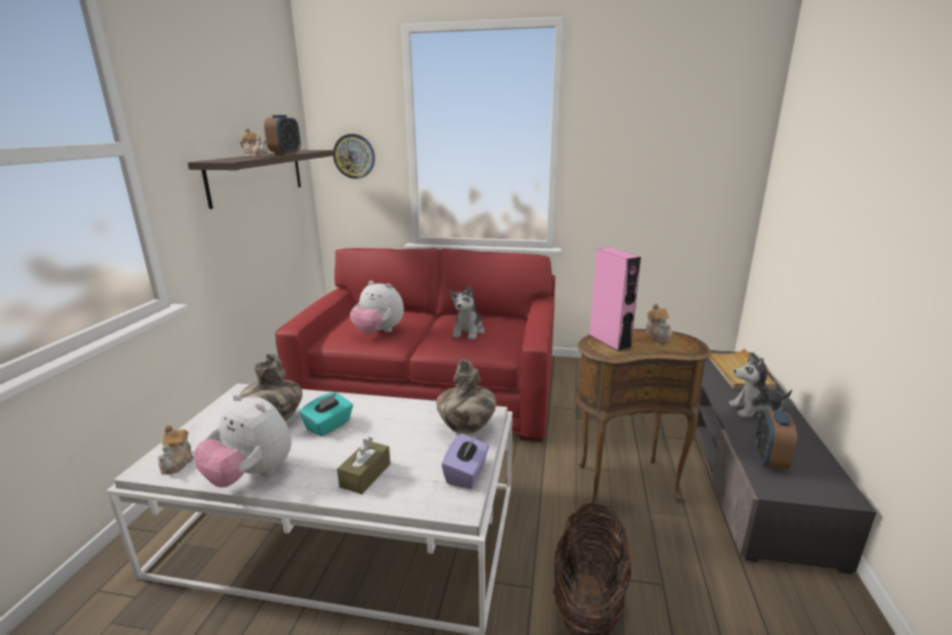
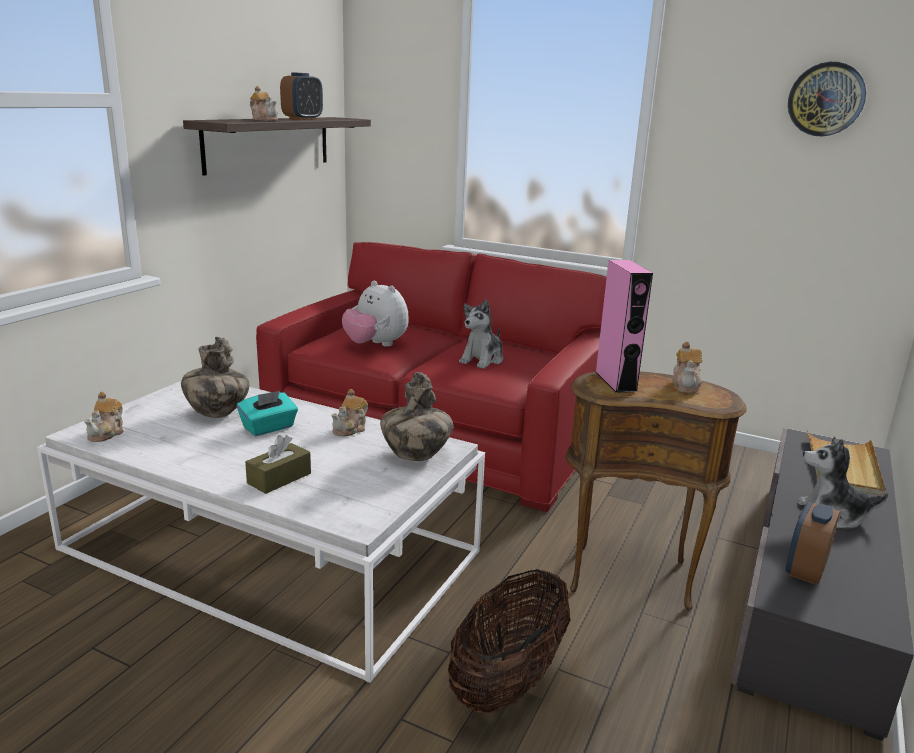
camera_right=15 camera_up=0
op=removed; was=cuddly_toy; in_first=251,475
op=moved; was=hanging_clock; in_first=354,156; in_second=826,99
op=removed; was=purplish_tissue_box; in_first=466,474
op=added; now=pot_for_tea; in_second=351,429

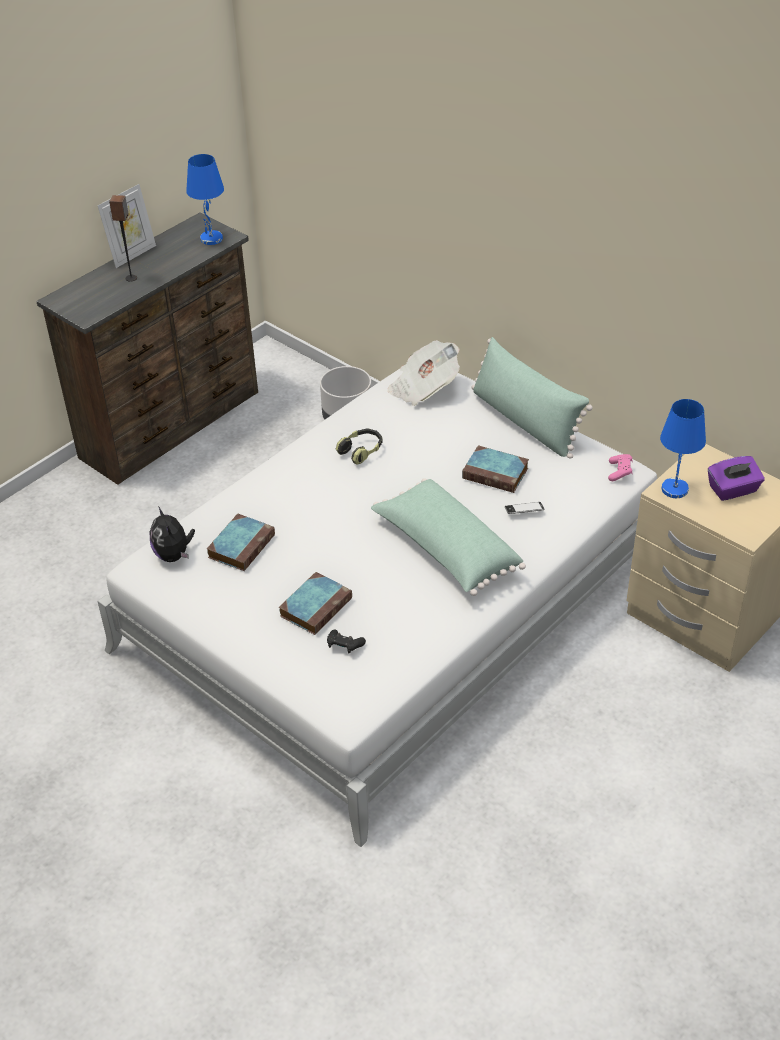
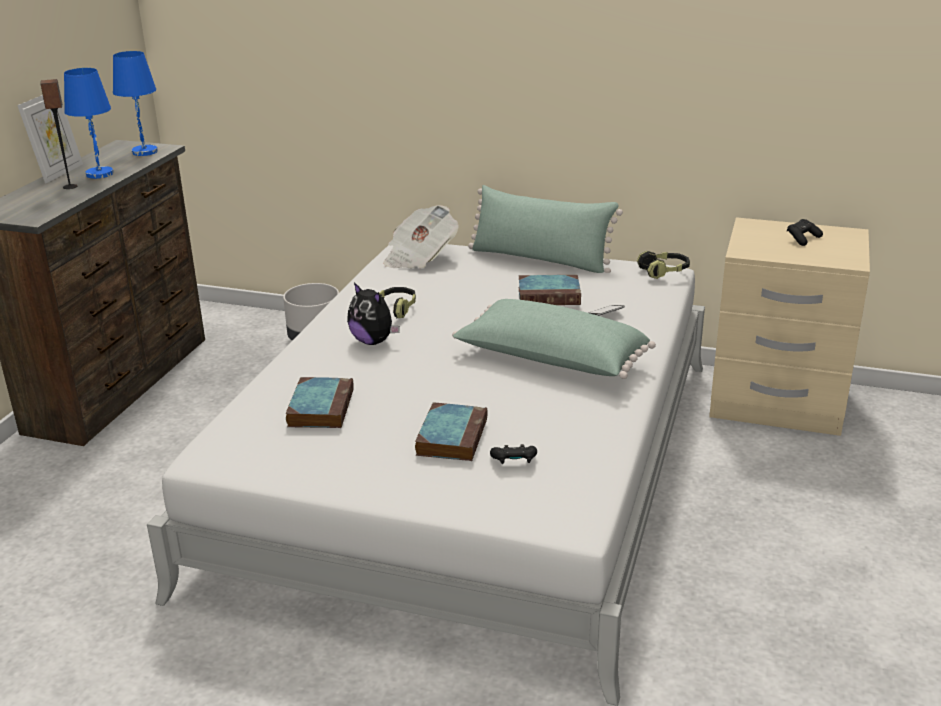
camera_right=-25 camera_up=-15
op=moved; was=cuddly_toy; in_first=174,555; in_second=373,341
op=replaced; was=pinkish_joypad; now=headphones; in_first=620,472; in_second=664,272
op=moved; was=blue-coloured_tabletop_lamp; in_first=674,488; in_second=99,174
op=replaced; was=purplish_tissue_box; now=black-coloured_joypad; in_first=733,490; in_second=802,239

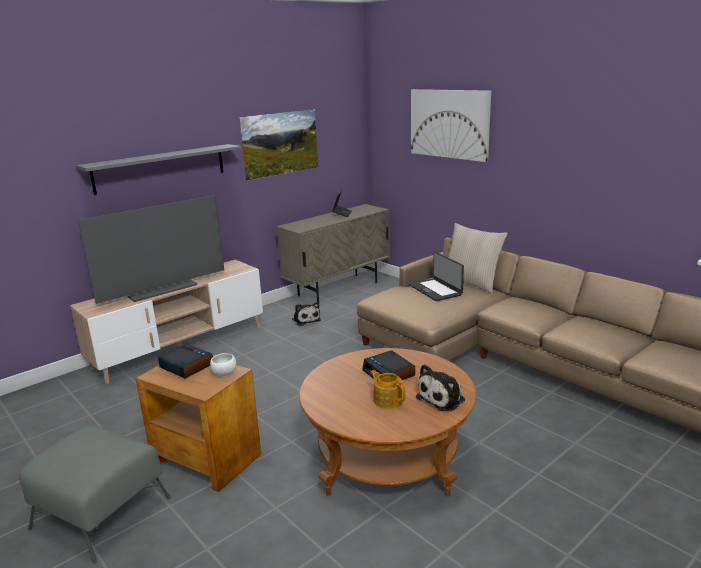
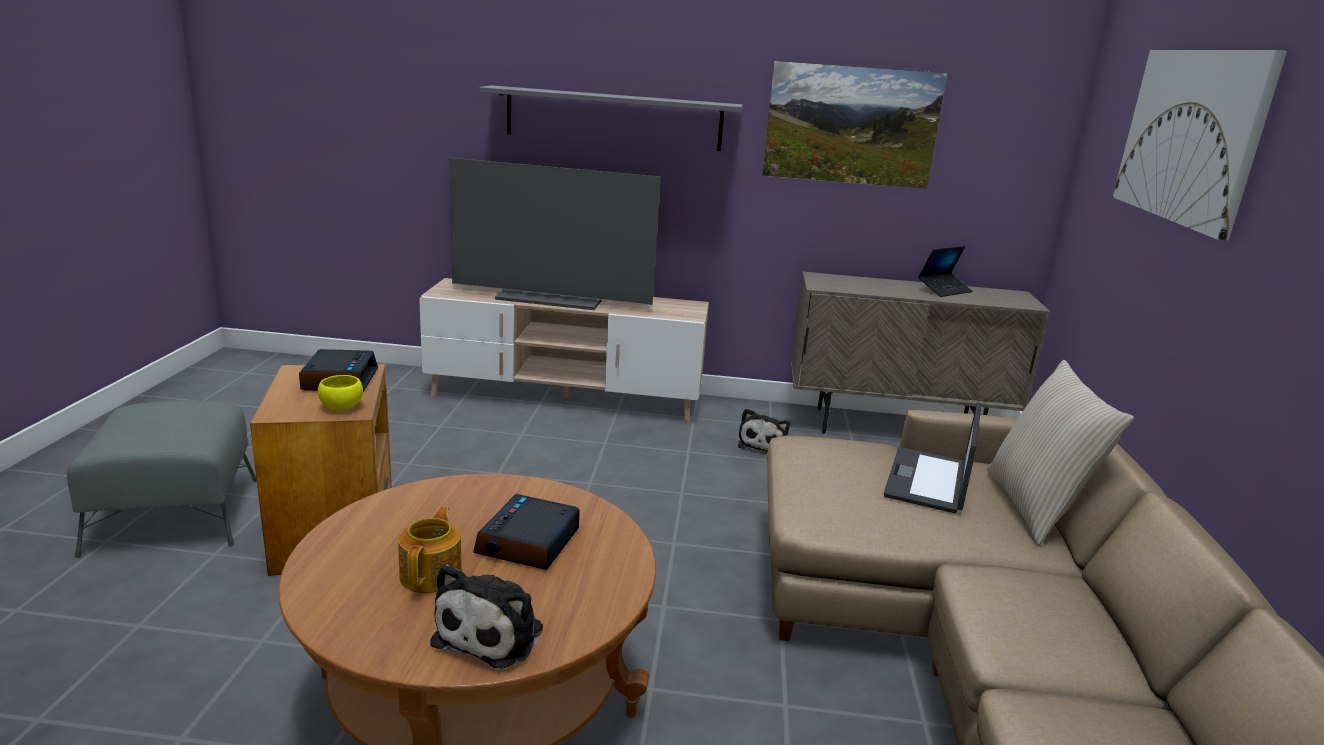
camera_right=45 camera_up=0
op=recoloured; was=whitish_deep_dish; now=yellow-coloured_deep_dish; in_first=223,373; in_second=342,406
op=turned; was=cuddly_toy; in_first=443,398; in_second=493,633; clockwise=-75

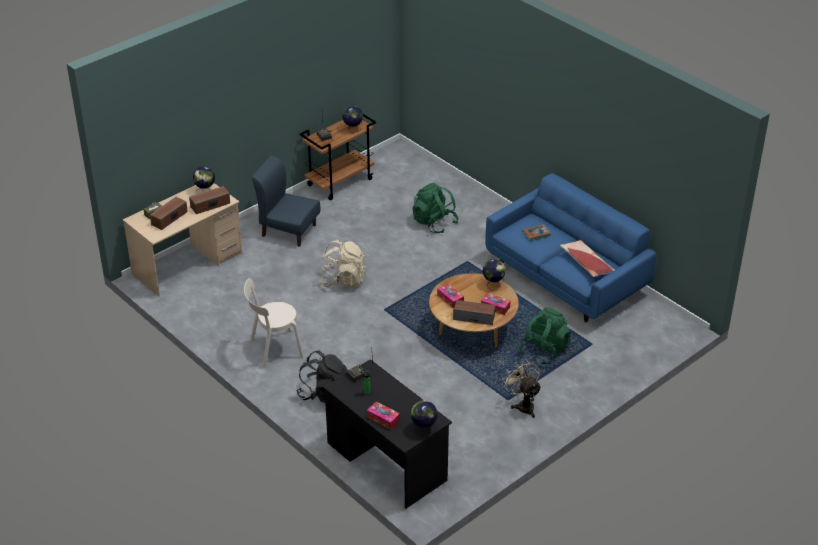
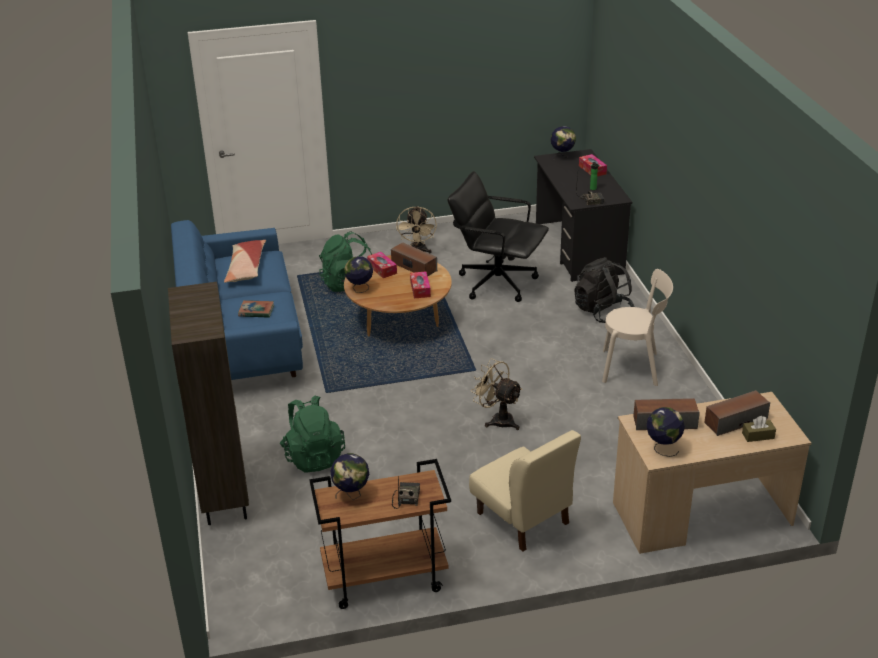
camera_right=-150 camera_up=-5
op=recoloured; was=blue-coloured_plain_chair; now=beige_plain_chair; in_first=288,230; in_second=523,518
op=replaced; was=beige_knapsack; now=beige_cooling_fan; in_first=343,280; in_second=497,419
op=added; now=brown-coloured_shelving_unit; in_second=223,495
op=added; now=black-coloured_office_chair; in_second=496,282

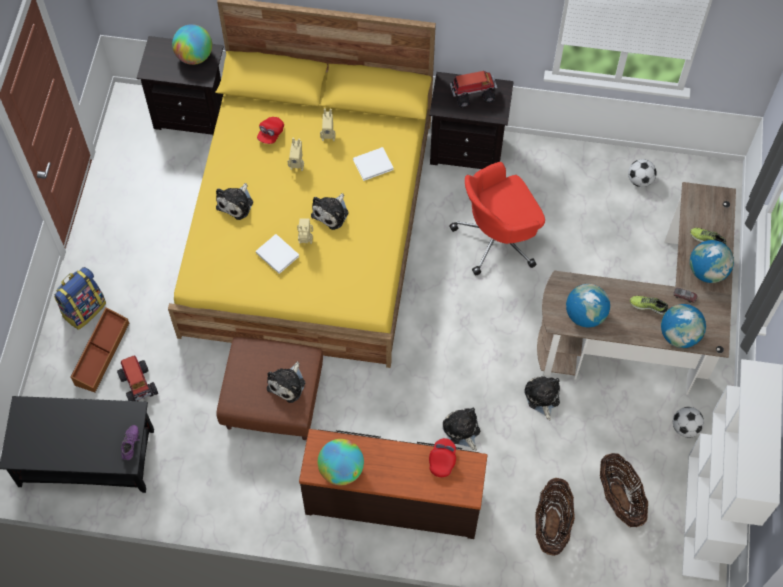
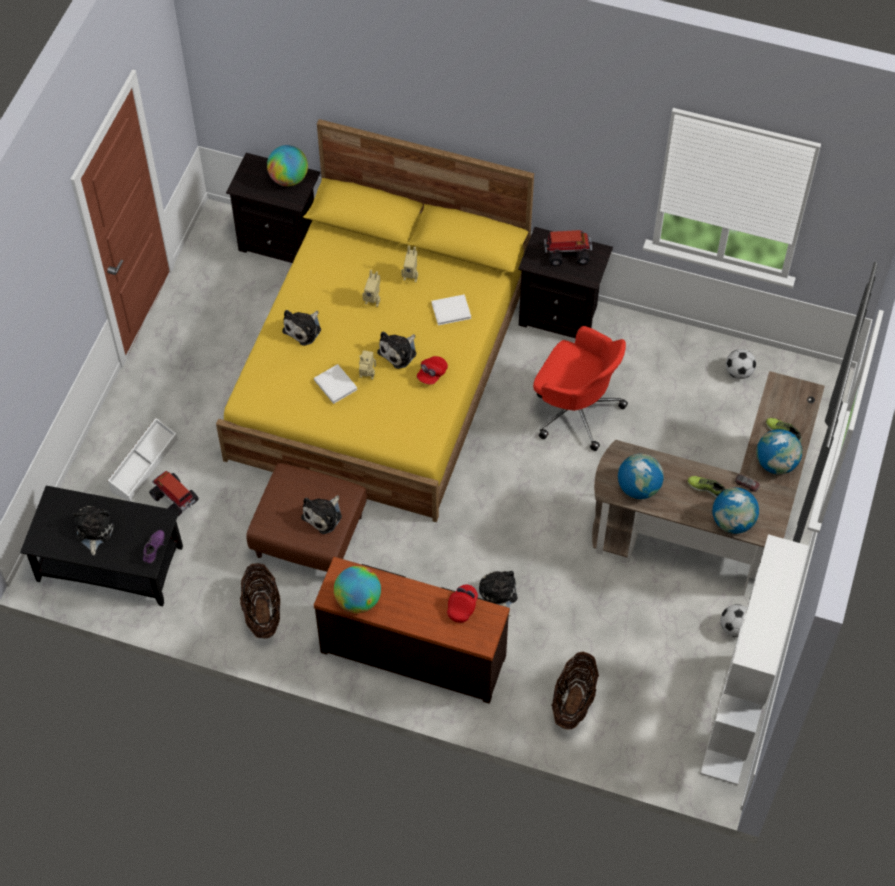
camera_right=10 camera_up=-5
op=removed; was=knapsack; in_first=84,309
op=recoloured; was=brown-coloured_storage_box; now=whitish_storage_box; in_first=101,353; in_second=143,464
op=turned; was=model_truck; in_first=138,383; in_second=175,499; clockwise=150
op=moved; was=red-coloured_peaked_cap; in_first=271,134; in_second=432,374
op=turned; was=red-coloured_office_chair; in_first=498,238; in_second=575,409; clockwise=-135
op=moved; was=cuddly_toy; in_first=542,397; in_second=94,531
op=moved; was=storage_basket; in_first=619,498; in_second=262,612

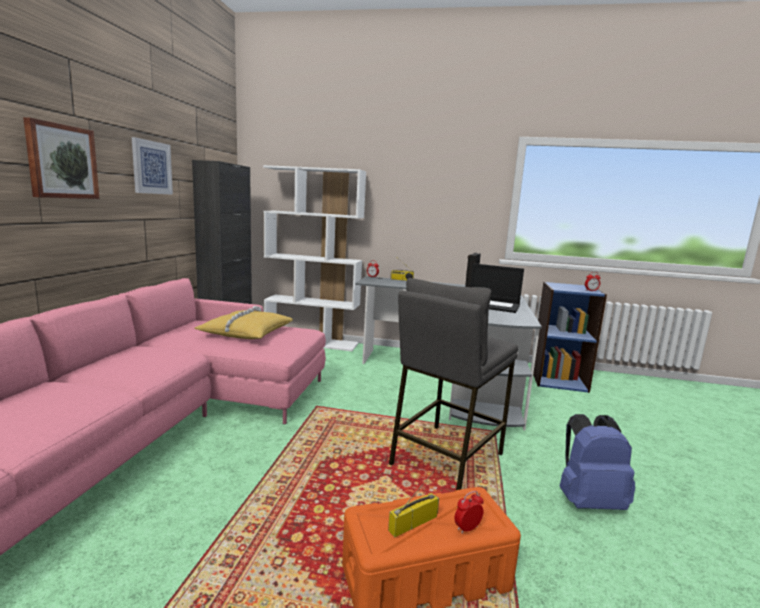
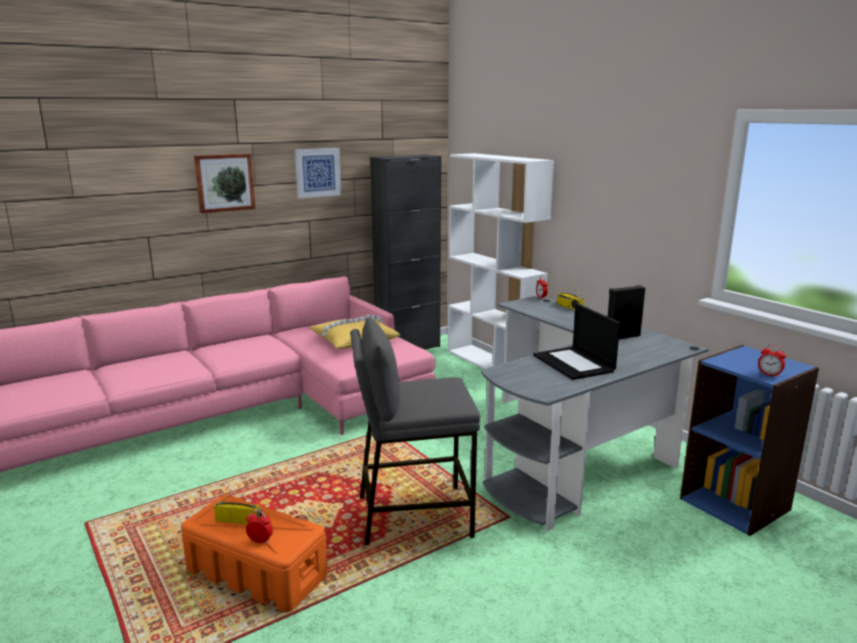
camera_right=45 camera_up=5
op=removed; was=blue-coloured_knapsack; in_first=588,501

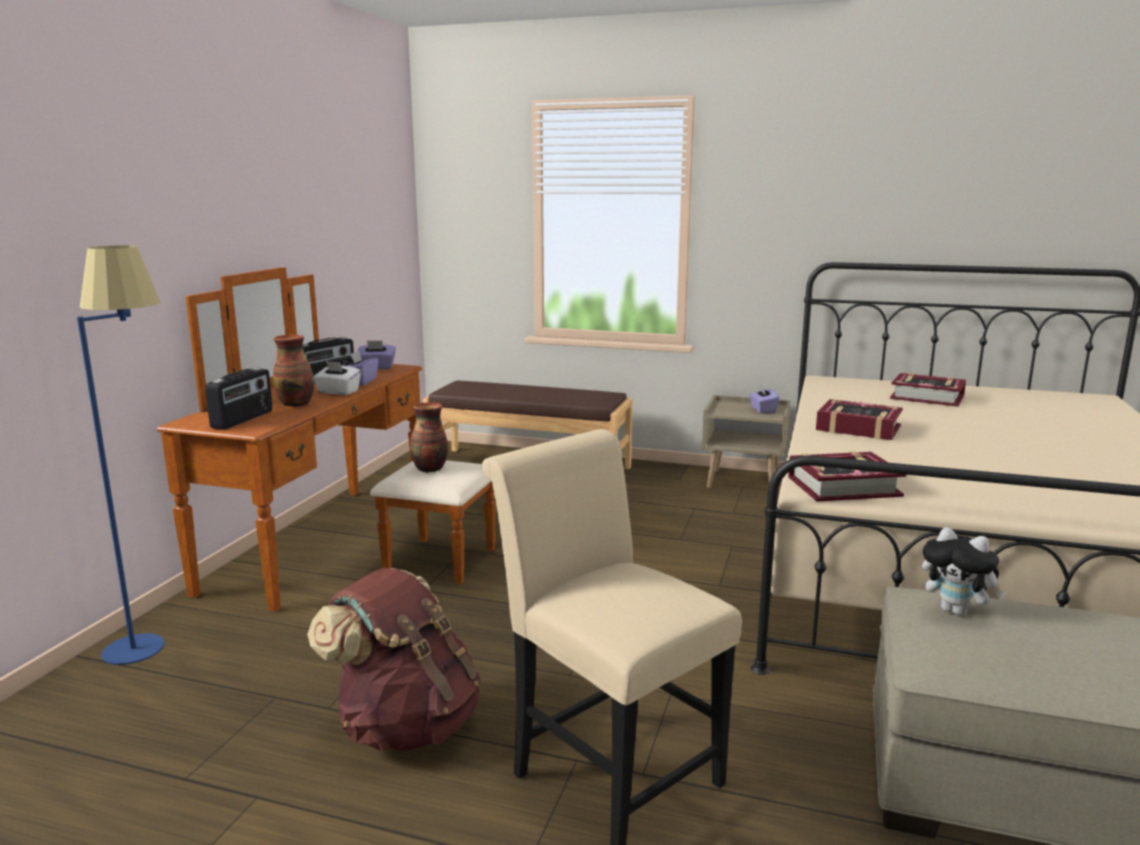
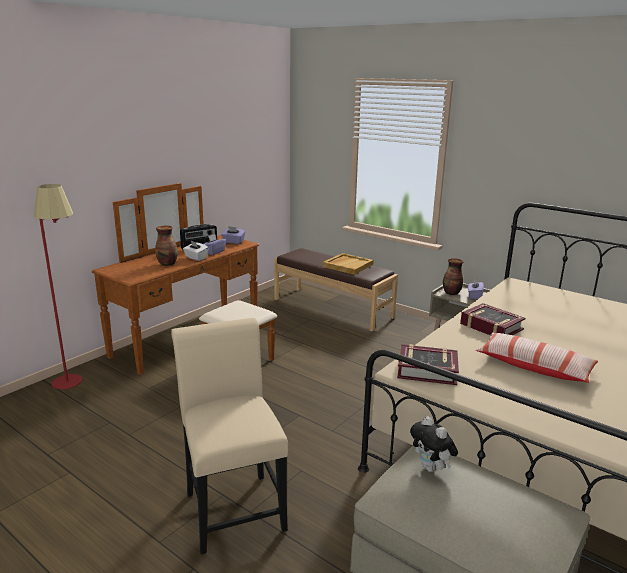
camera_right=20 camera_up=5
op=recoloured; was=blue-coloured_standard_lamp; now=red-coloured_standard_lamp; in_first=156,652; in_second=75,385
op=removed; was=radio_set; in_first=243,419
op=removed; was=brown-coloured_knapsack; in_first=405,725
op=moved; was=decorative_vase; in_first=429,469; in_second=451,293
op=removed; was=bound_book; in_first=927,397
op=added; now=beige_tray; in_second=347,265
op=added; now=throw_pillow; in_second=534,366

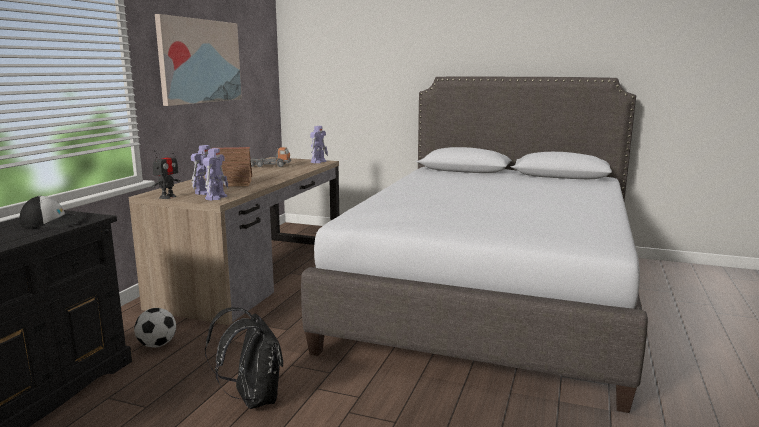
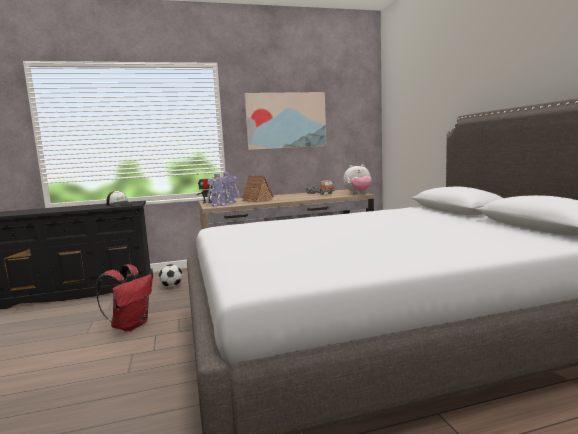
camera_right=55 camera_up=-5
op=recoloured; was=black-coloured_knapsack; now=red-coloured_knapsack; in_first=252,399; in_second=130,325
op=replaced; was=model_robot; now=cuddly_toy; in_first=318,161; in_second=358,194

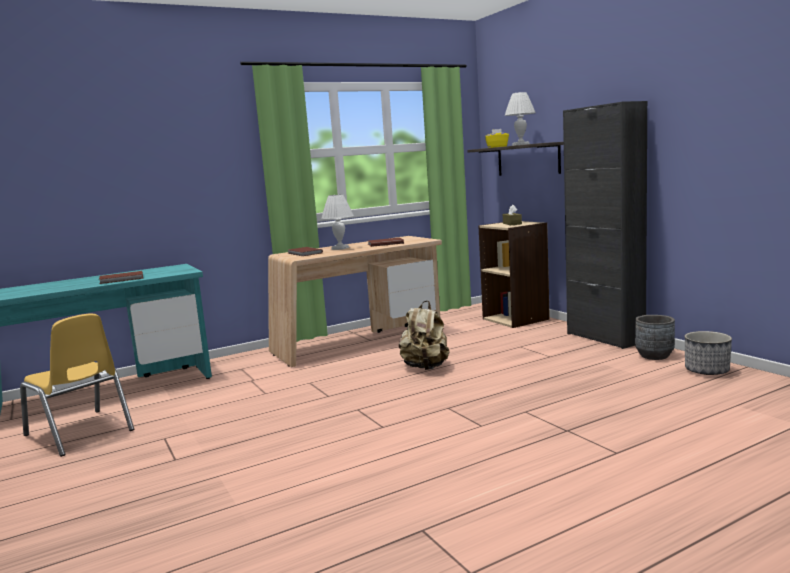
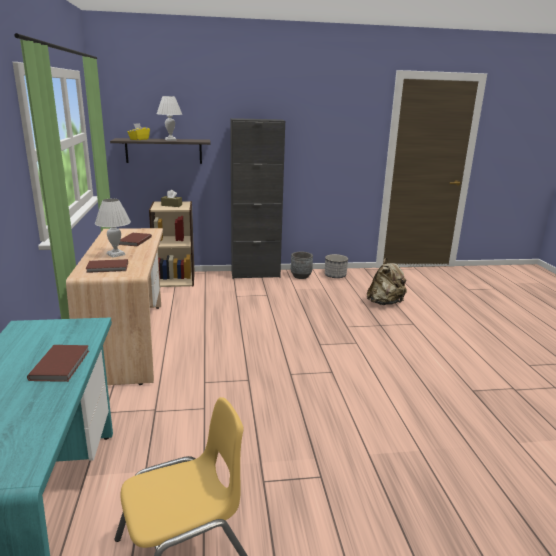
camera_right=-70 camera_up=10
op=moved; was=beige_knapsack; in_first=426,367; in_second=385,303

